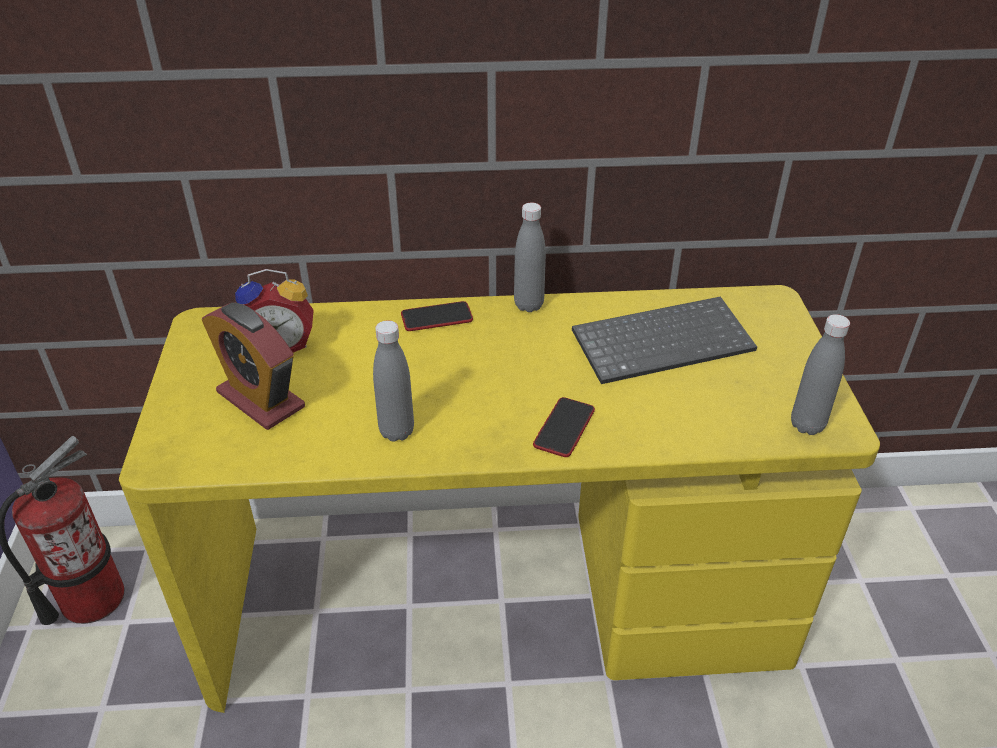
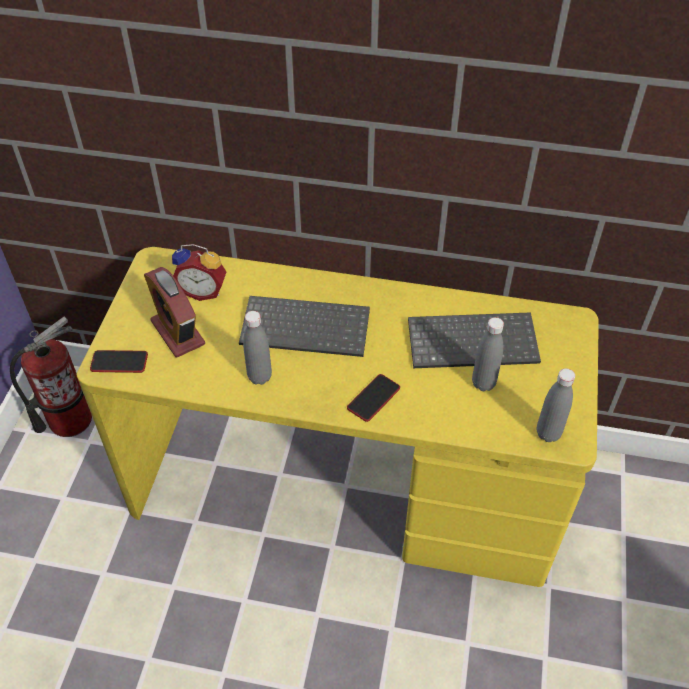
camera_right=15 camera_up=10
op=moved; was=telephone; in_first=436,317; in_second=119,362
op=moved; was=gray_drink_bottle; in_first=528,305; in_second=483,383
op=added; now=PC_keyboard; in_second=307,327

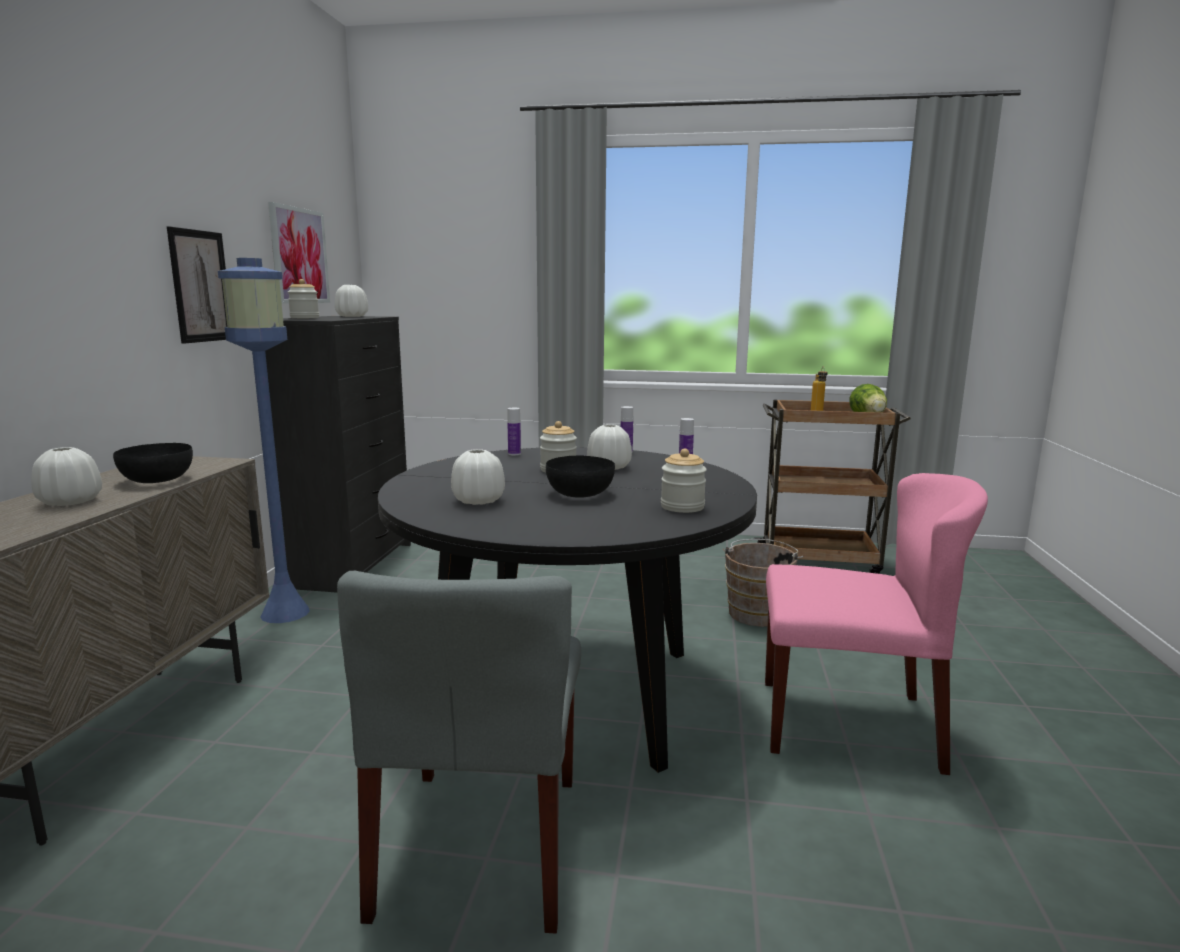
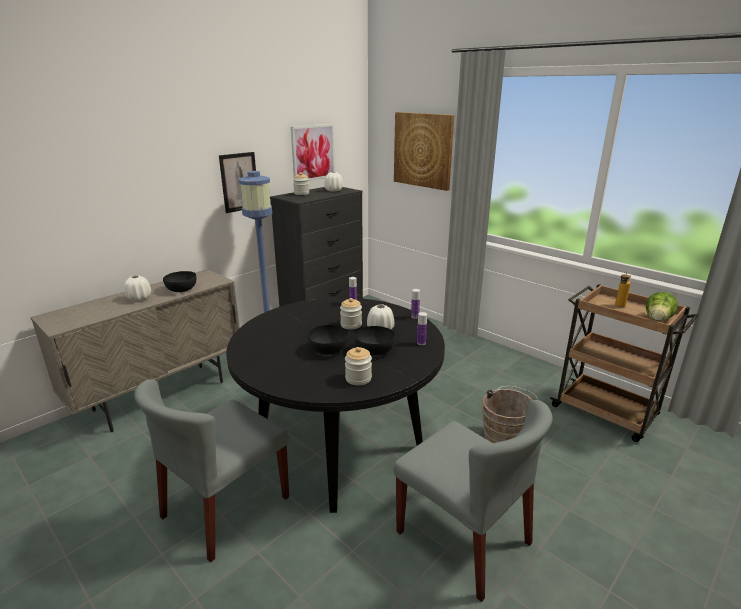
camera_right=35 camera_up=10
op=removed; was=whitish_decorative_vase; in_first=478,501
op=recoloured; was=pinkish_plain_chair; now=gray_plain_chair; in_first=849,723; in_second=464,538
op=added; now=black-coloured_deep_dish; in_second=374,350
op=added; now=picture; in_second=423,150

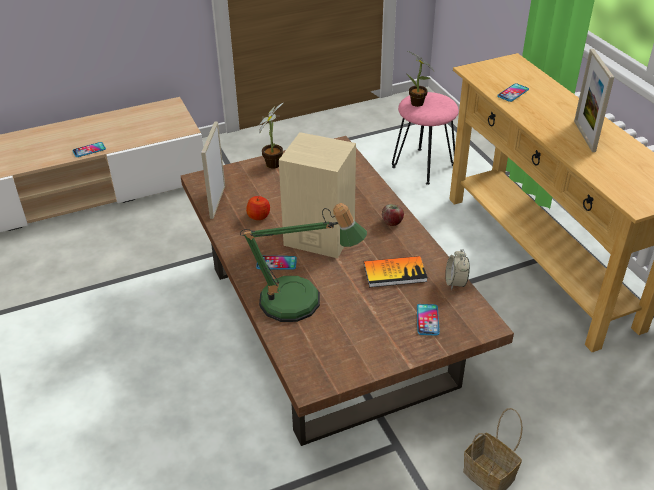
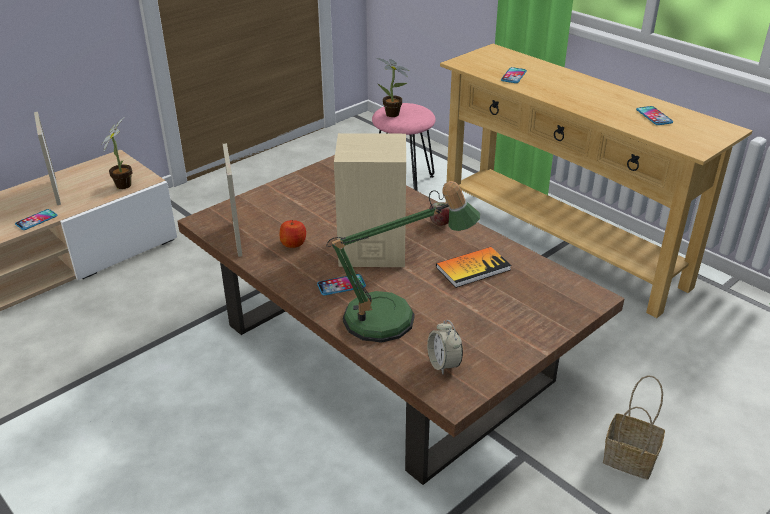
camera_right=-20 camera_up=-5
op=moved; was=plant_in_a_pot; in_first=274,163; in_second=124,184
op=moved; was=telephone; in_first=427,320; in_second=654,116
op=moved; was=table_clock; in_first=455,283; in_second=444,364
op=moved; was=standing_frame; in_first=584,136; in_second=56,192

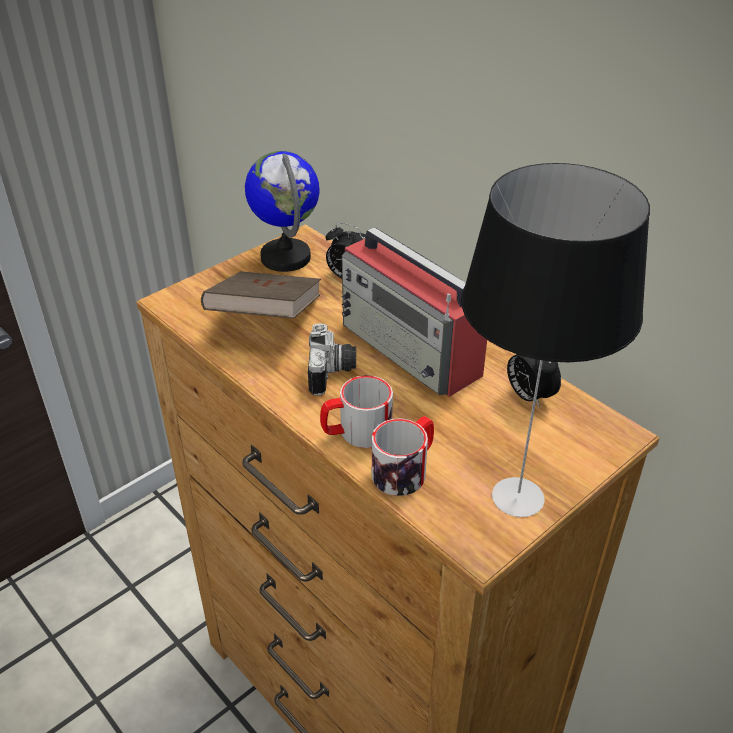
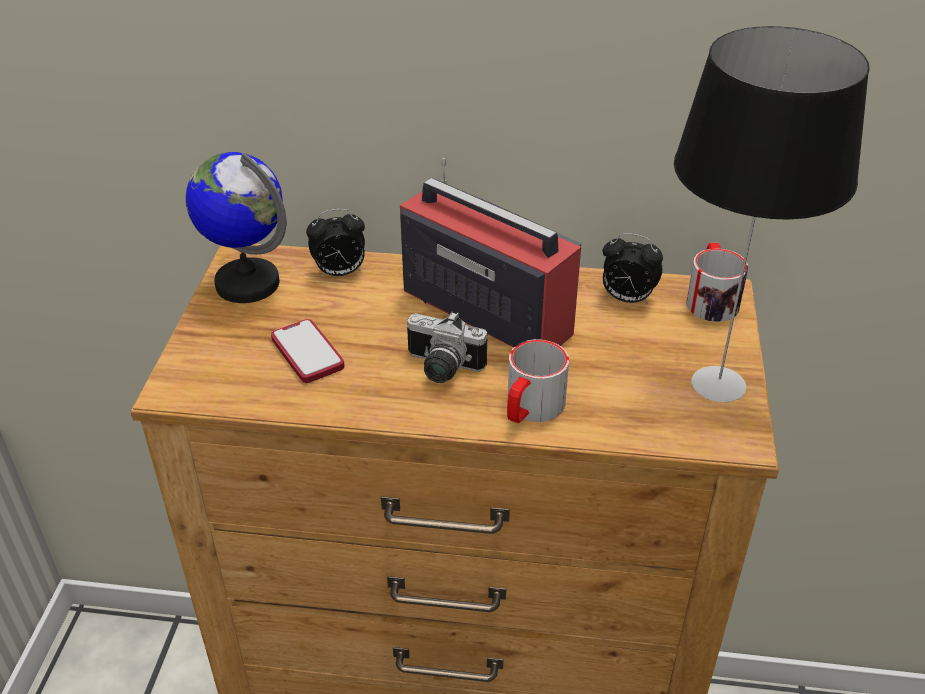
camera_right=-40 camera_up=0
op=replaced; was=brown-coloured_bound_book; now=telephone; in_first=266,318; in_second=307,353
op=turned; was=photo_camera; in_first=333,372; in_second=441,368; clockwise=150
op=turned; was=radio_set; in_first=412,350; in_second=485,310; clockwise=-150
op=moved; was=coffee_mug; in_first=405,469; in_second=711,299

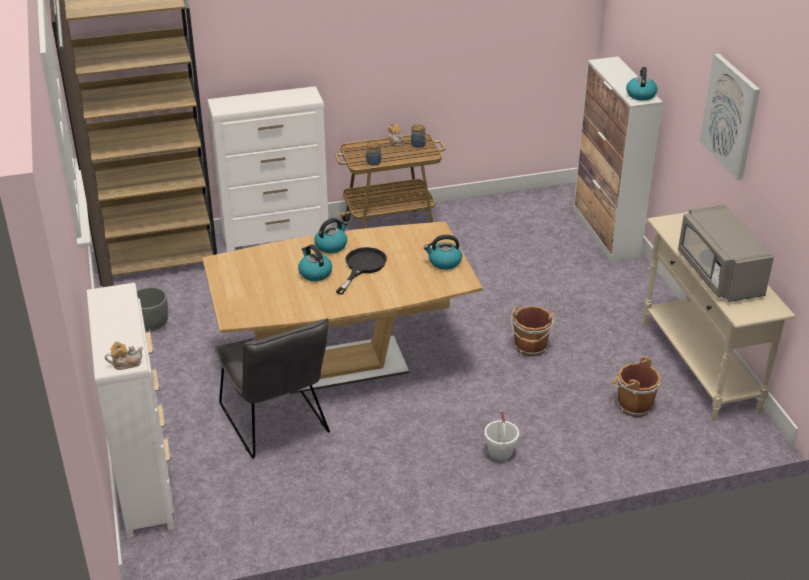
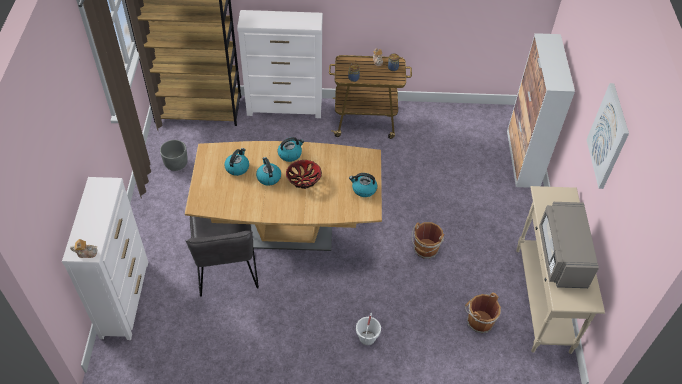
camera_right=15 camera_up=15
op=replaced; was=black-coloured_pan; now=deep_dish; in_first=362,267; in_second=303,179
op=moved; was=kettle; in_first=640,94; in_second=237,167

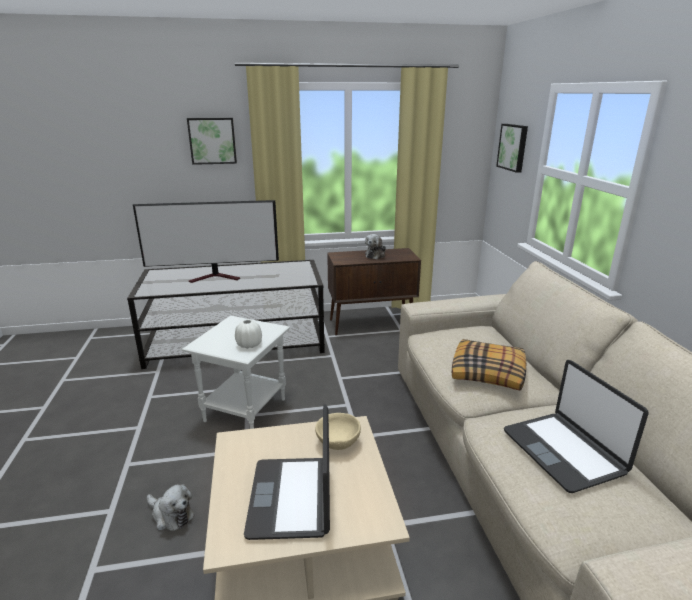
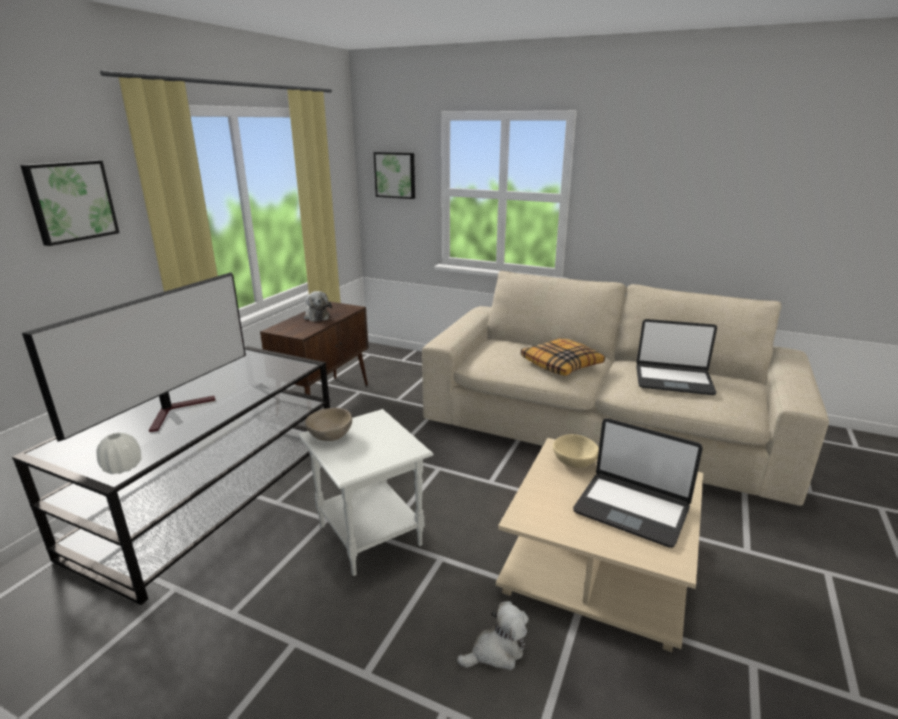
camera_right=-55 camera_up=0
op=moved; was=whitish_decorative_vase; in_first=249,344; in_second=122,467
op=added; now=beige_deep_dish; in_second=330,436

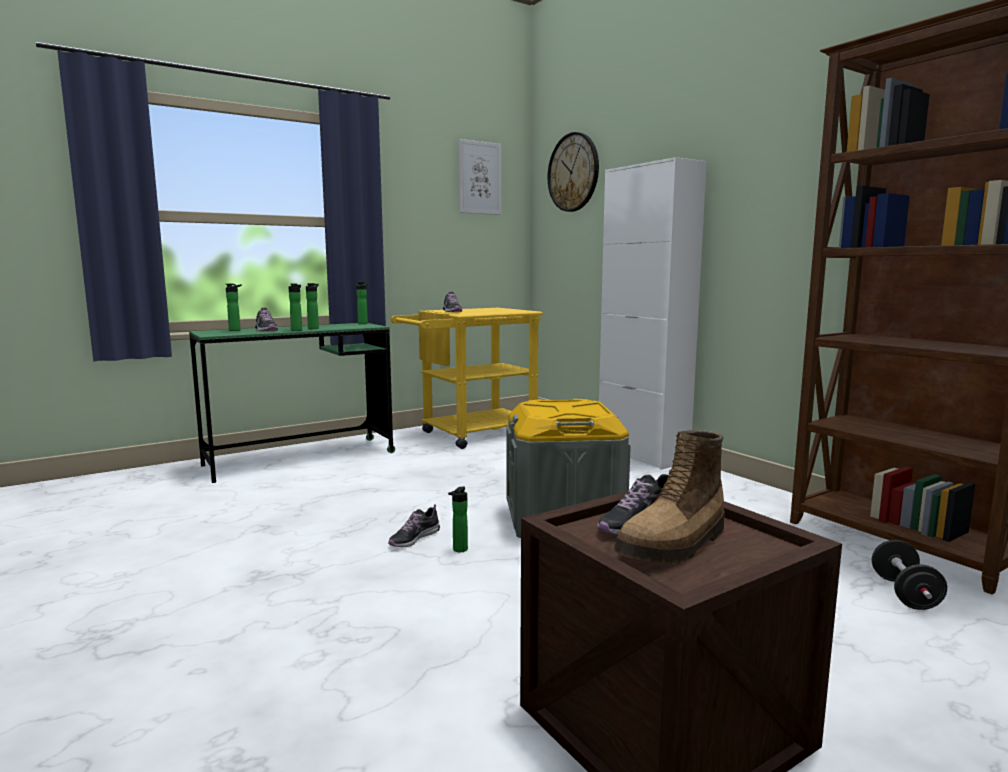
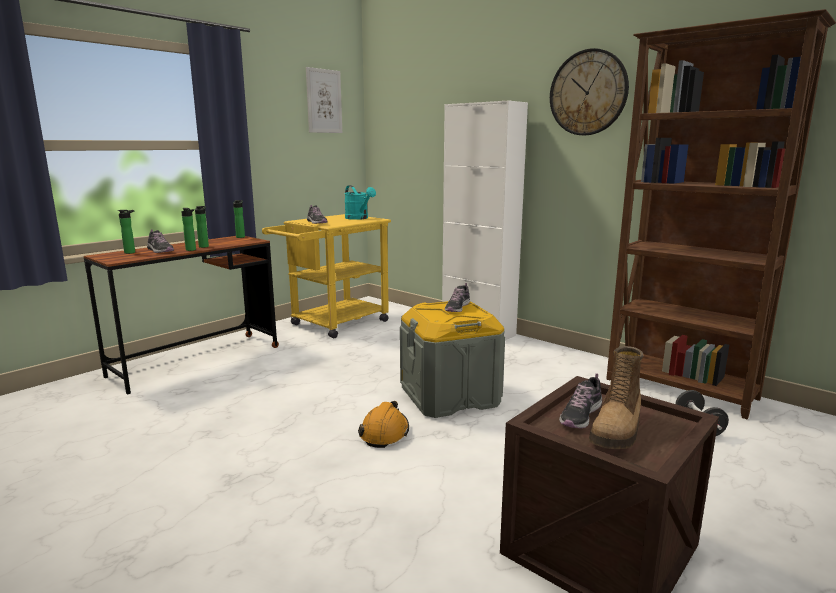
camera_right=-15 camera_up=5
op=recoloured; was=green_desk_table; now=brown-coloured_desk_table; in_first=300,459; in_second=196,361
op=moved; was=shoe; in_first=414,538; in_second=457,307
op=replaced; was=drink_bottle; now=orange_safety_helmet; in_first=459,550; in_second=384,433
op=moved; was=hanging_clock; in_first=573,172; in_second=588,93
op=added; now=turquoise_watering_pot; in_second=359,218

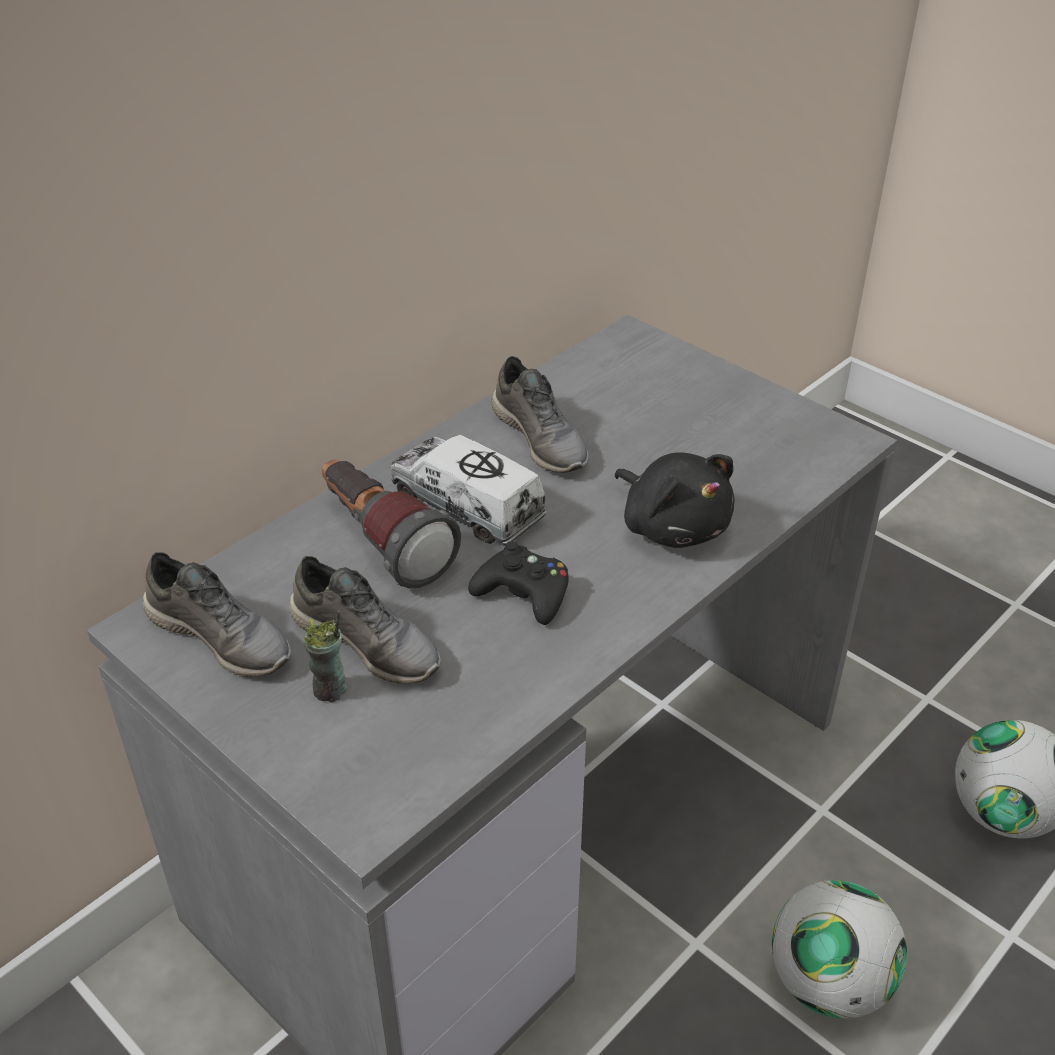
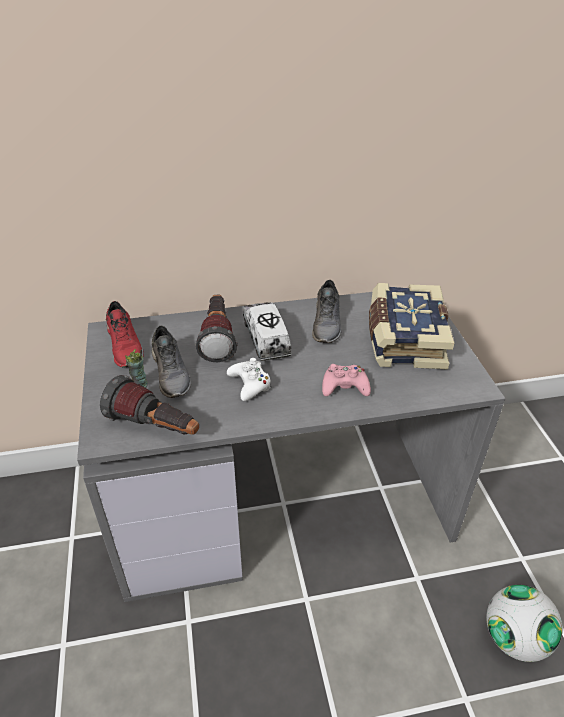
camera_right=35 camera_up=0
op=recoloured; was=gray_shoe; now=red-coloured_shoe; in_first=222,636; in_second=126,346
op=recoloured; was=black-coloured_joypad; now=whitish_joypad; in_first=524,593; in_second=250,384
op=replaced; was=black-coloured_cuddly_toy; now=pinkish_joypad; in_first=673,526; in_second=345,386
op=removed; was=football_ball; in_first=828,982
op=added; now=flashlight; in_second=155,427
op=added; now=bound_book; in_second=404,339

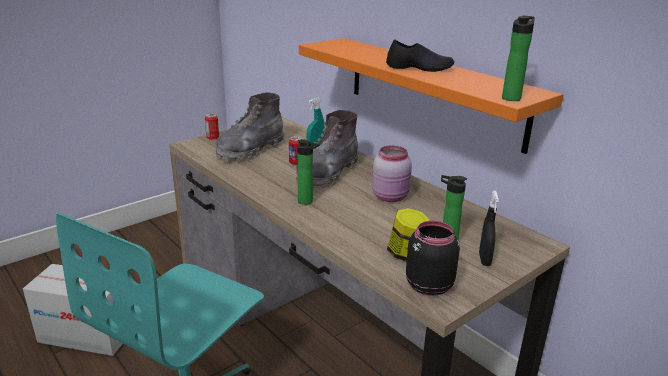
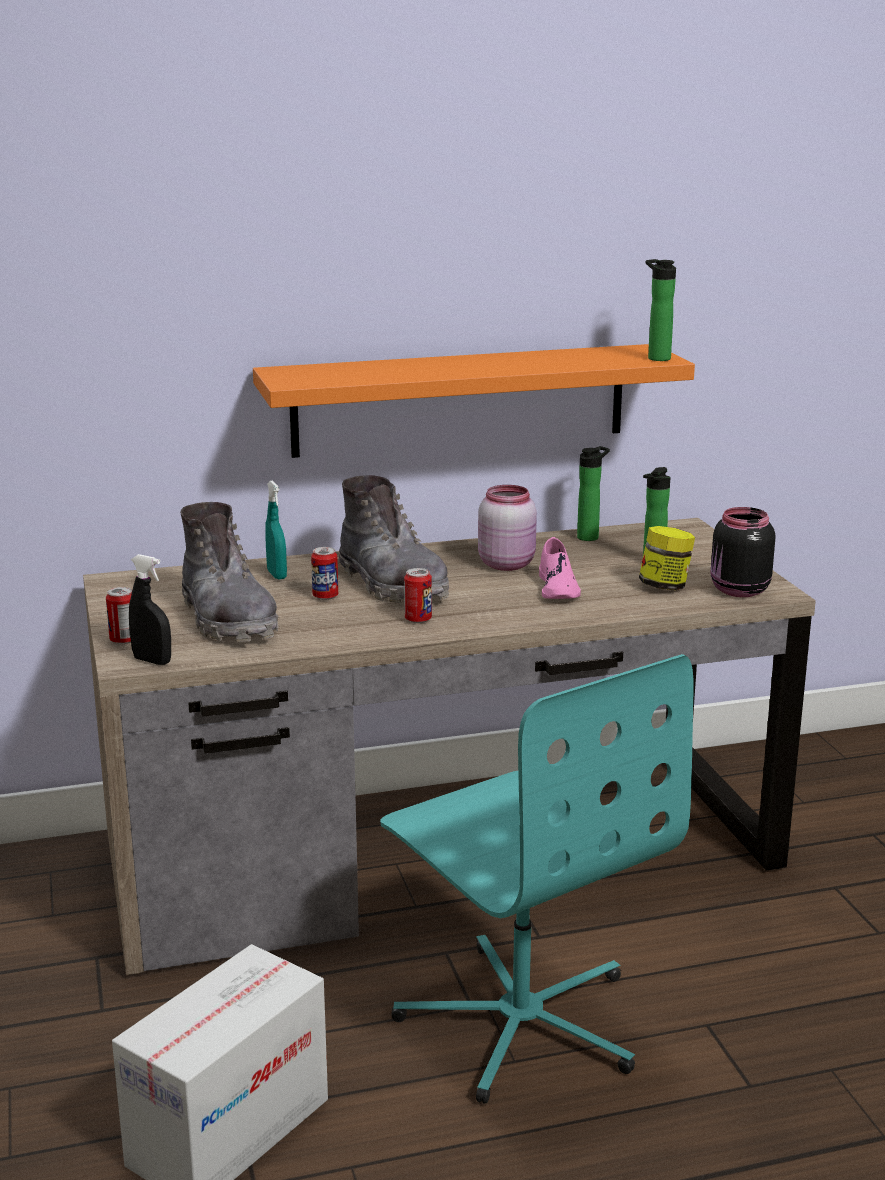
camera_right=-65 camera_up=-5
op=moved; was=drink_bottle; in_first=307,202; in_second=590,537
op=removed; was=black-coloured_shoe; in_first=419,68
op=moved; was=black-coloured_spray_bottle; in_first=484,259; in_second=152,661
op=added; now=can; in_second=418,619
op=added; now=pinkish_shoe; in_second=558,588

